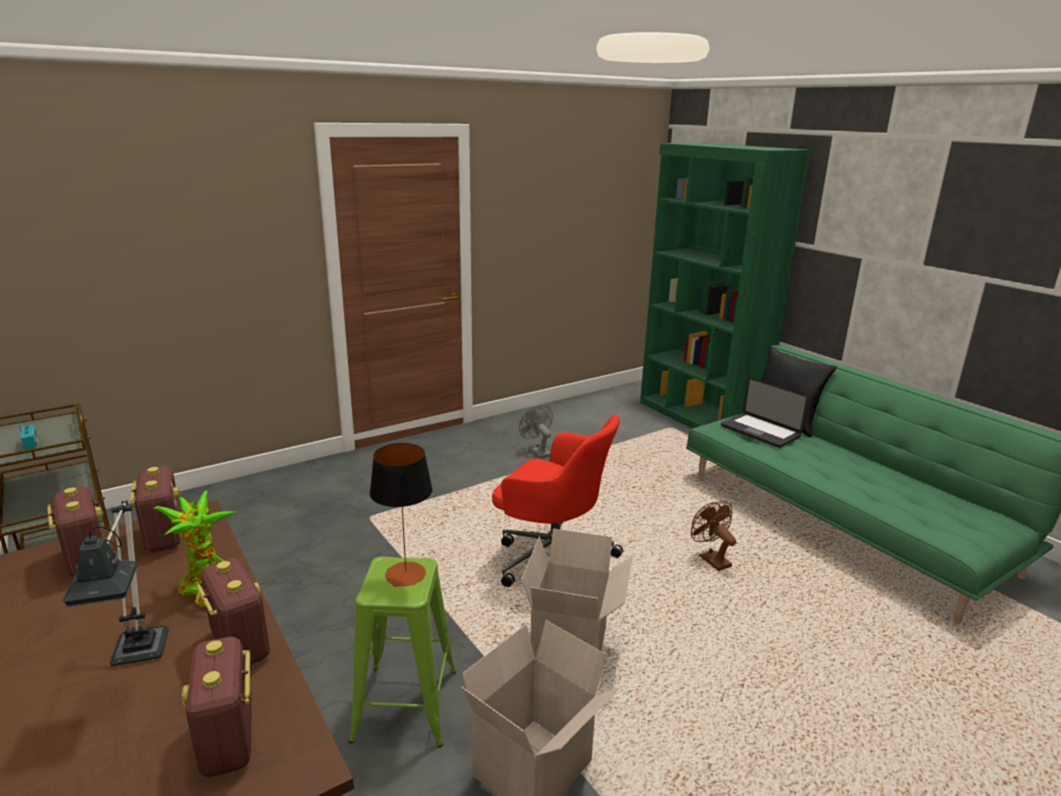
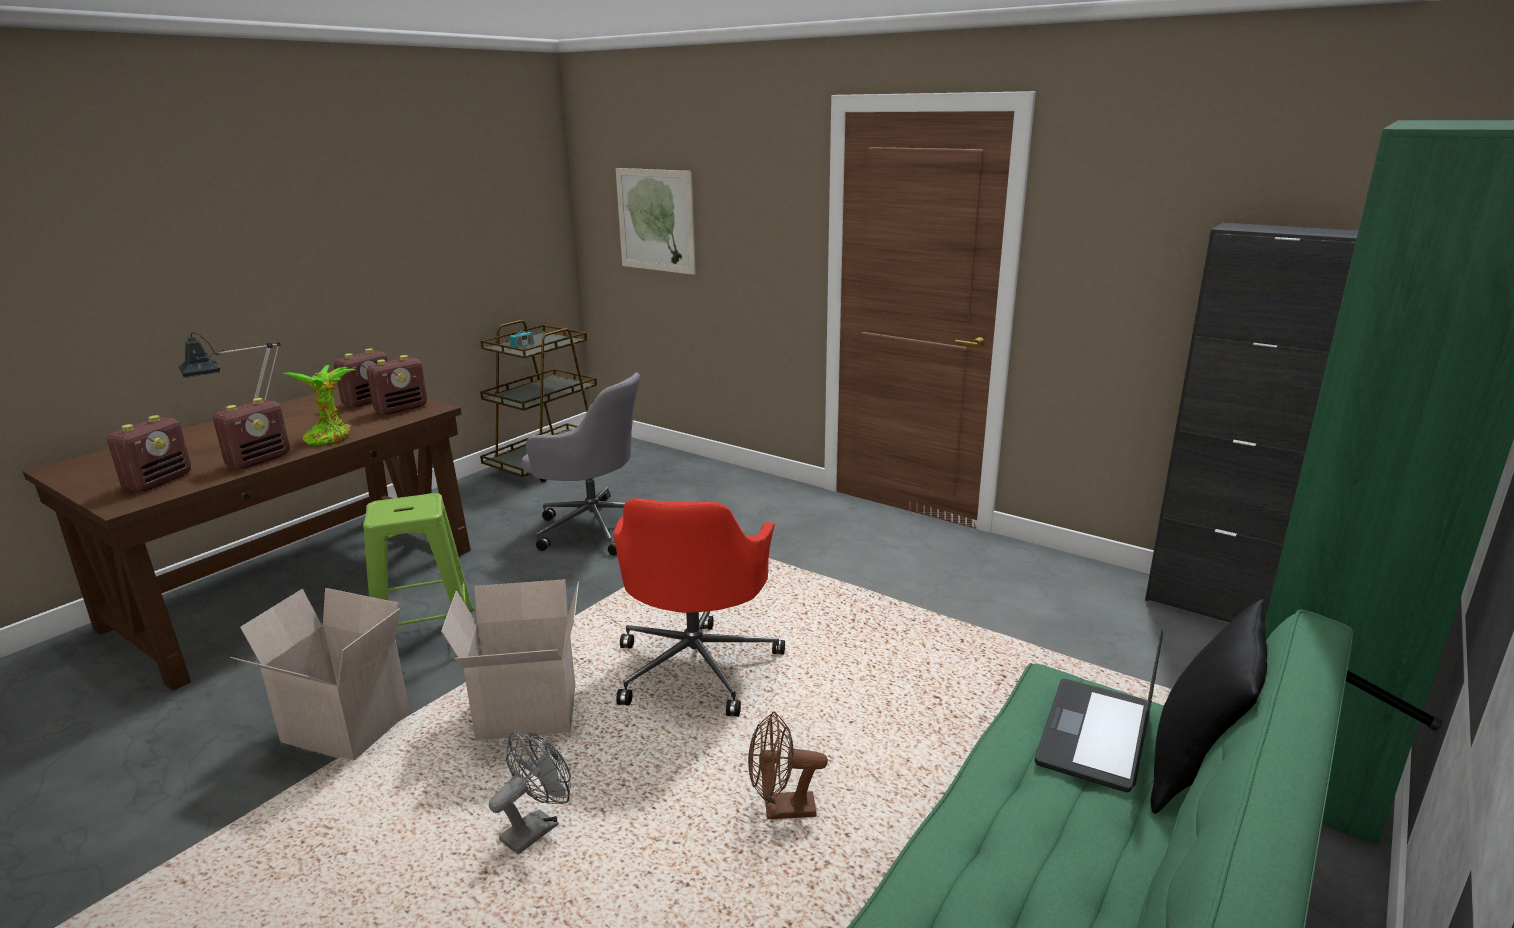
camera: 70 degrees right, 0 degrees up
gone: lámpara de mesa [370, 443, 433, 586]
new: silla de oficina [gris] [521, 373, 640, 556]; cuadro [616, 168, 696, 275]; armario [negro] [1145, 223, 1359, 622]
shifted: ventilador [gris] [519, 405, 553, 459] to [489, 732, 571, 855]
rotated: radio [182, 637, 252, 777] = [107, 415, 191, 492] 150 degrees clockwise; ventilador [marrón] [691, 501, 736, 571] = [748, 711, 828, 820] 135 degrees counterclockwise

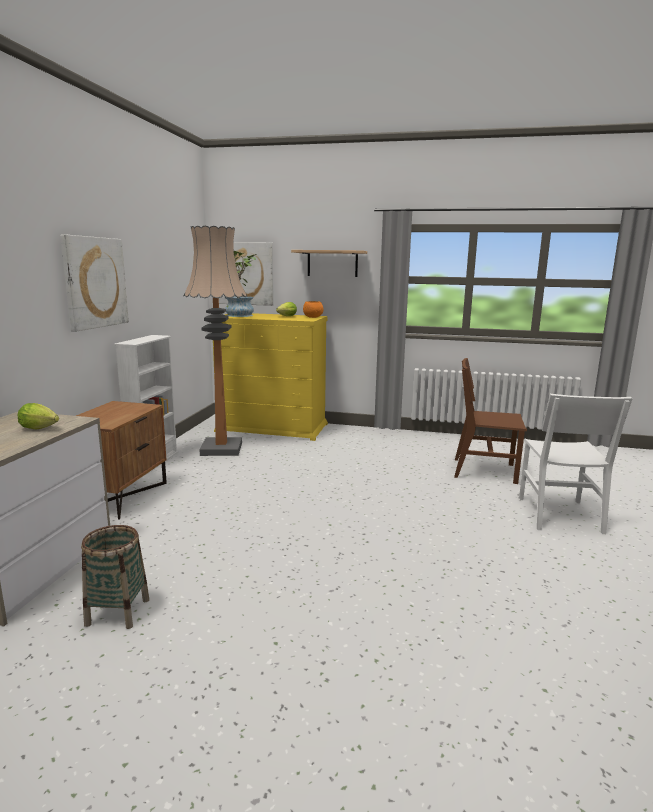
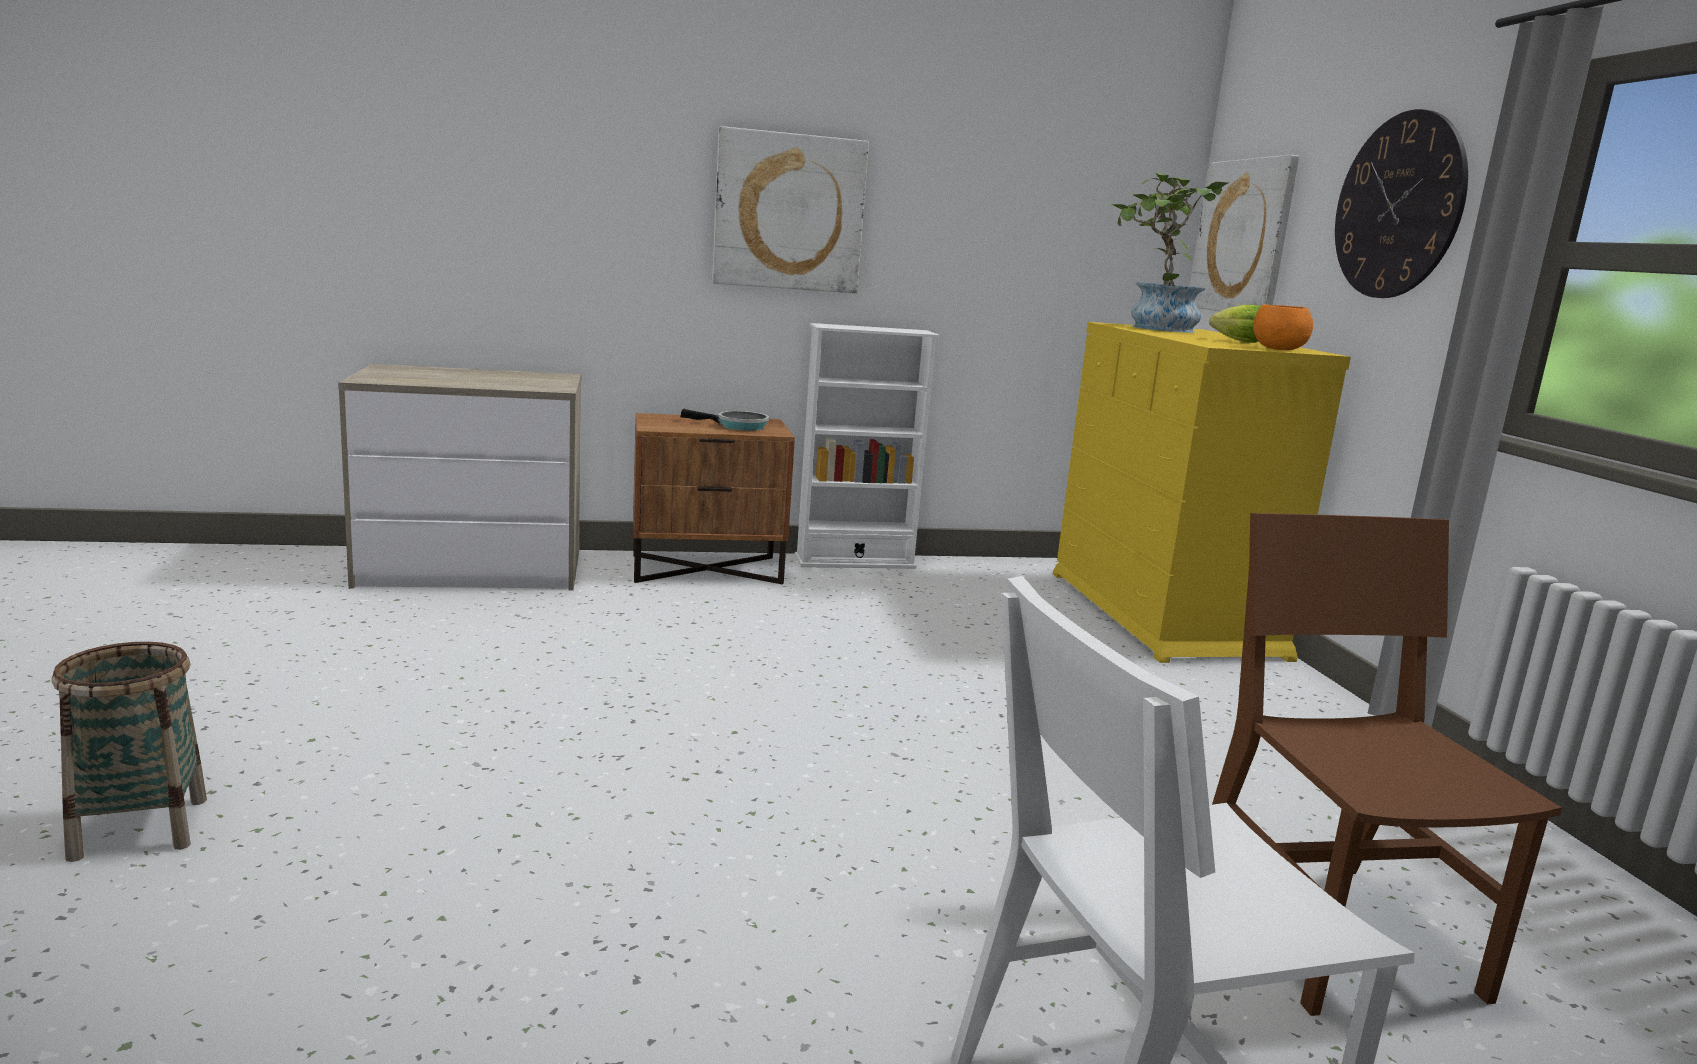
camera: 65 degrees right, 0 degrees up
gone: lechuga [18, 403, 59, 430]; lámpara de pie [184, 226, 247, 456]
new: sartén [681, 409, 769, 431]
shifted: cesta [81, 525, 149, 629] to [52, 642, 207, 862]
swapped: estante [291, 250, 367, 277] to reloj de pared [1335, 109, 1468, 298]

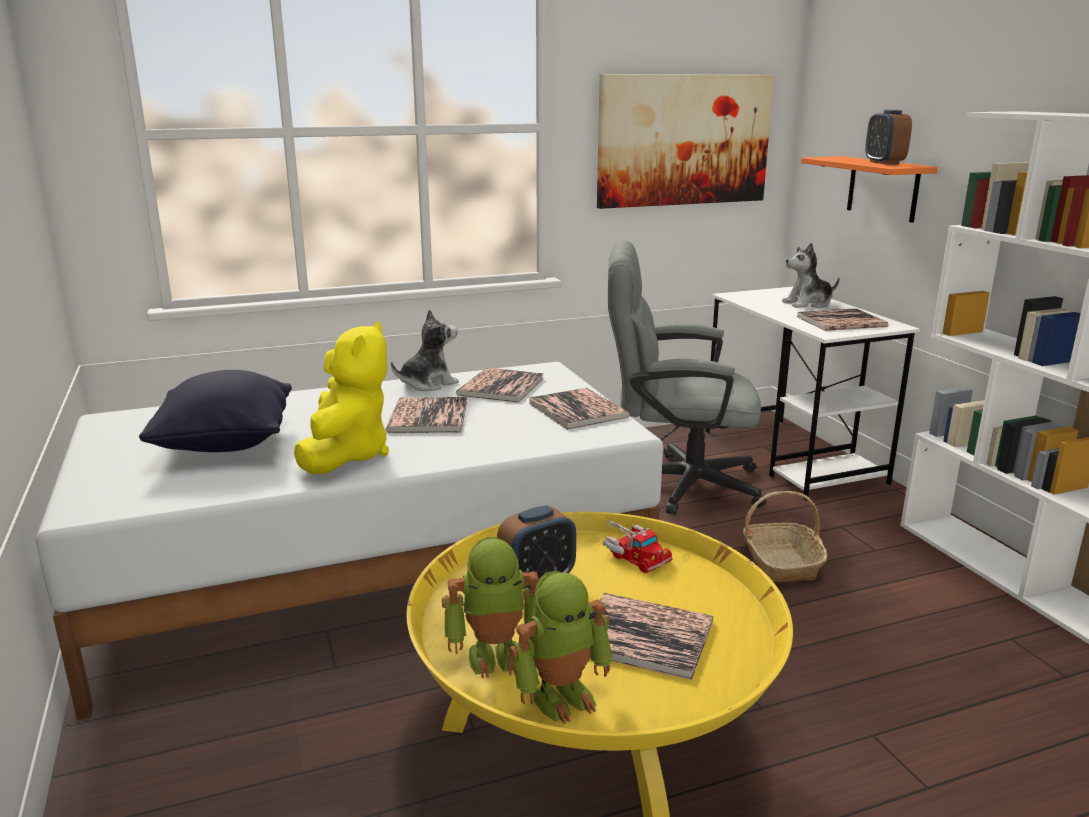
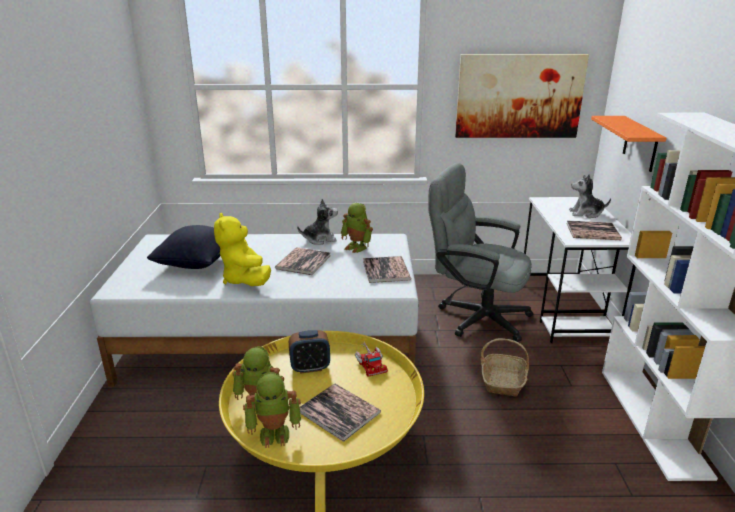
camera: 20 degrees right, 5 degrees up
gone: despertador [865, 110, 912, 164]
swapped: libro [456, 368, 544, 403] to robot de juguete [341, 203, 373, 253]
rotated: peluche [amarillo] [294, 321, 389, 474] = [214, 213, 271, 286] 135 degrees clockwise

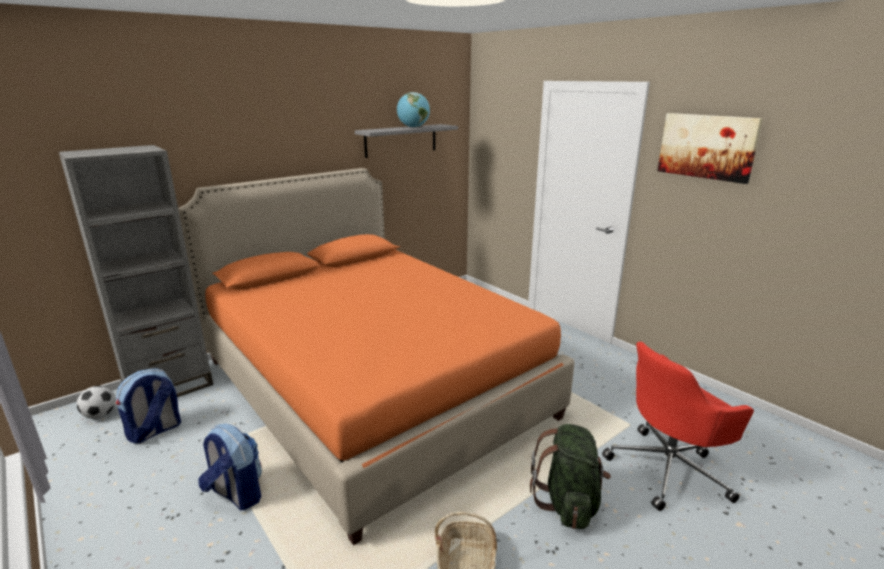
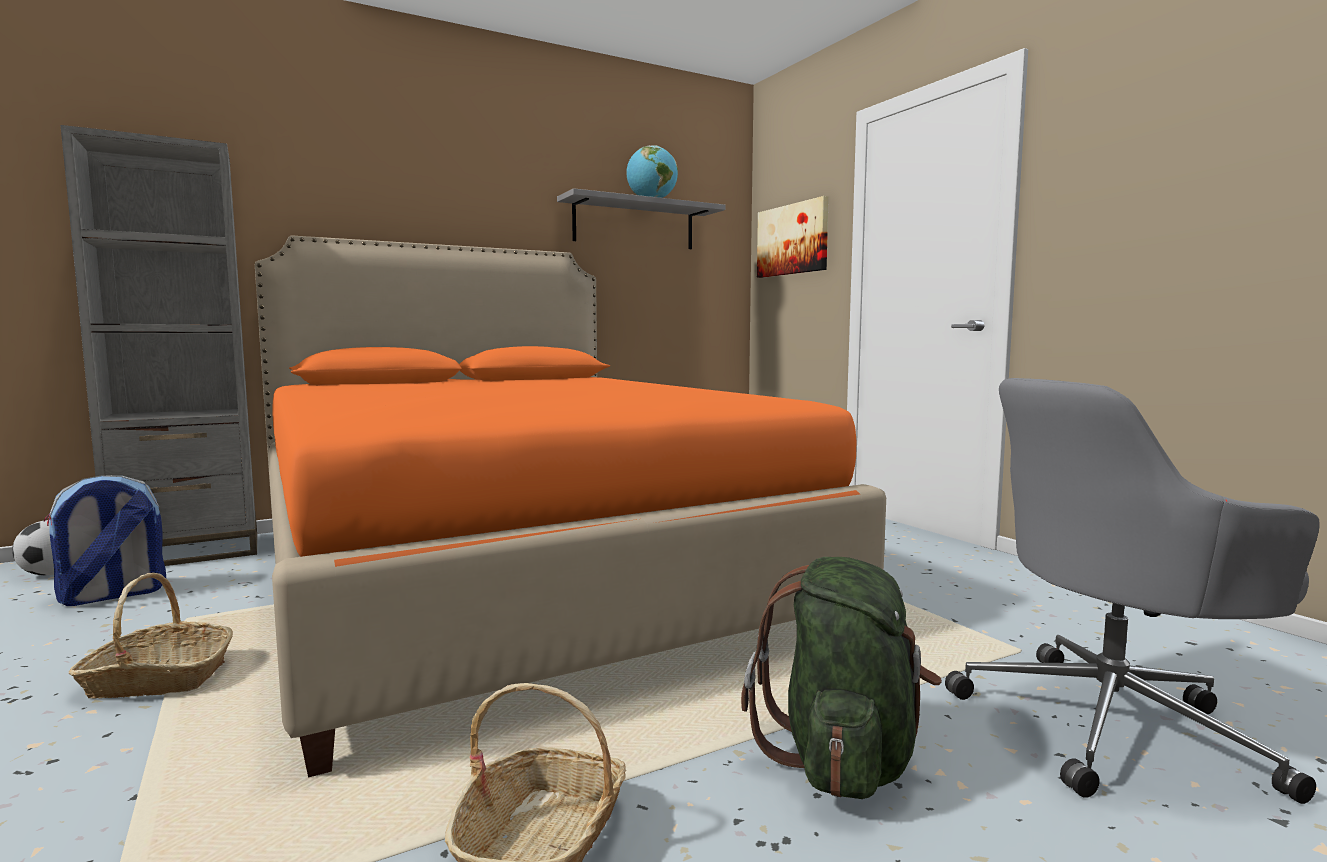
camera: 10 degrees right, 15 degrees down
shifted: cuadro [657, 113, 763, 184] to [757, 196, 829, 278]
swapped: mochila [198, 424, 262, 510] to cesta [69, 573, 233, 698]
repainted: silla de oficina [rojo] [602, 342, 754, 511] to silla de oficina [gris] [945, 378, 1319, 804]

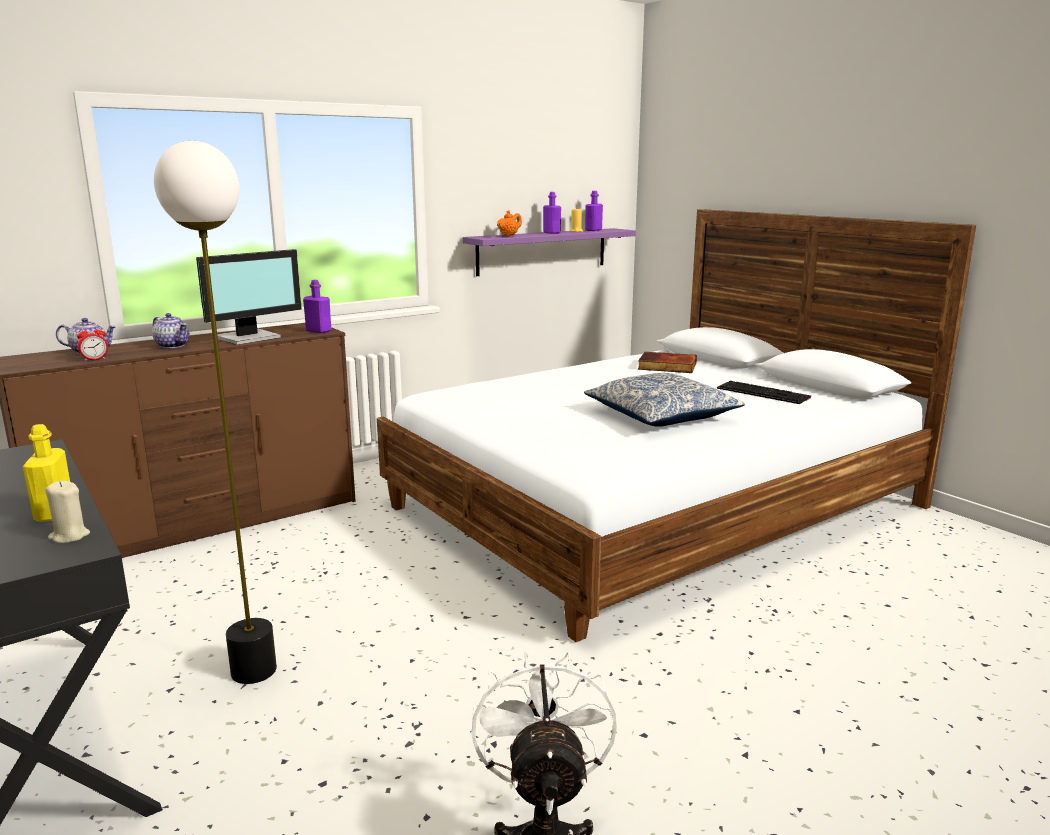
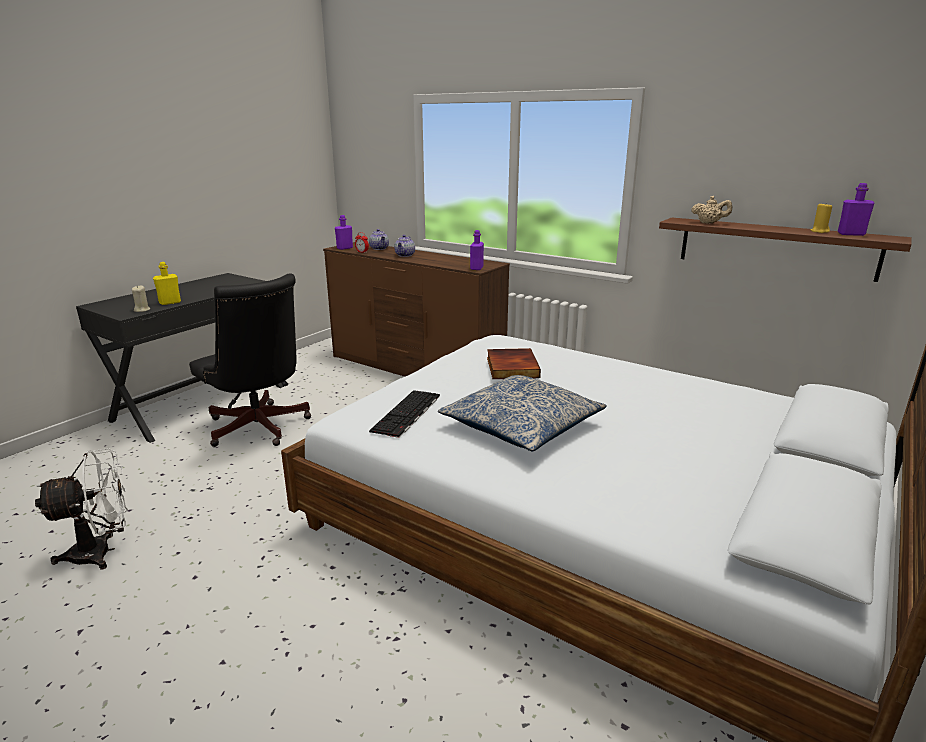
camera: 70 degrees right, 5 degrees up
gone: monitor [196, 249, 302, 345]
shifted: botella [morado] [543, 192, 561, 234] to [335, 215, 353, 250]; libro [638, 352, 697, 373] to [487, 348, 541, 379]; teclado [717, 381, 811, 404] to [369, 390, 440, 438]
swapped: lámpara de pie [154, 141, 277, 684] to silla de oficina [negro] [189, 273, 311, 447]
repainted: estante [morado] [463, 228, 636, 276] to estante [marrón] [659, 218, 912, 282]; tetera [naranja] [497, 210, 522, 236] to tetera [beis] [691, 196, 732, 223]

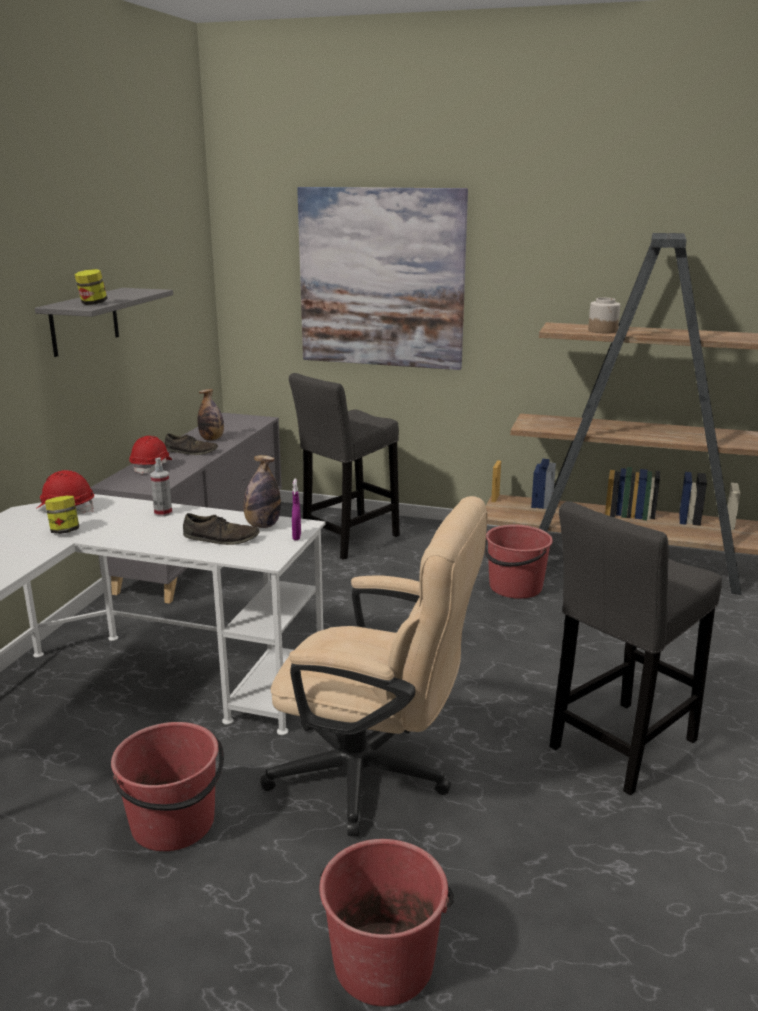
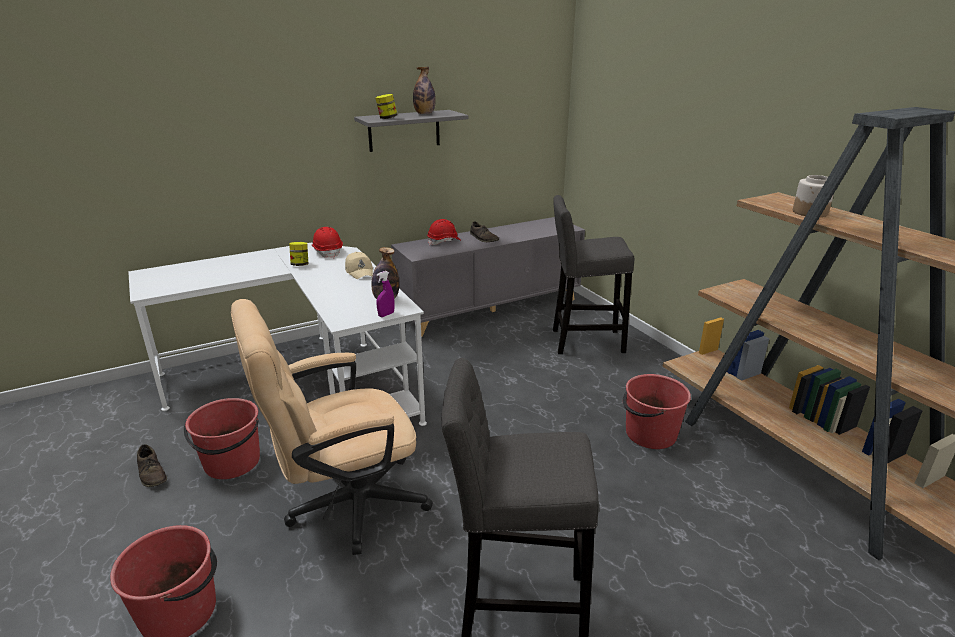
camera: 45 degrees right, 5 degrees up
gone: cuadro [297, 187, 468, 370]
shifted: zapato [marrón] [183, 513, 260, 545] to [137, 444, 167, 487]; botella [197, 389, 224, 440] to [413, 67, 436, 114]
swapped: pulverizador [150, 457, 172, 517] to gorra [beis] [345, 252, 373, 279]
rotated: silla de oficina [beis] [260, 496, 487, 836] = [231, 299, 433, 555] 90 degrees clockwise

